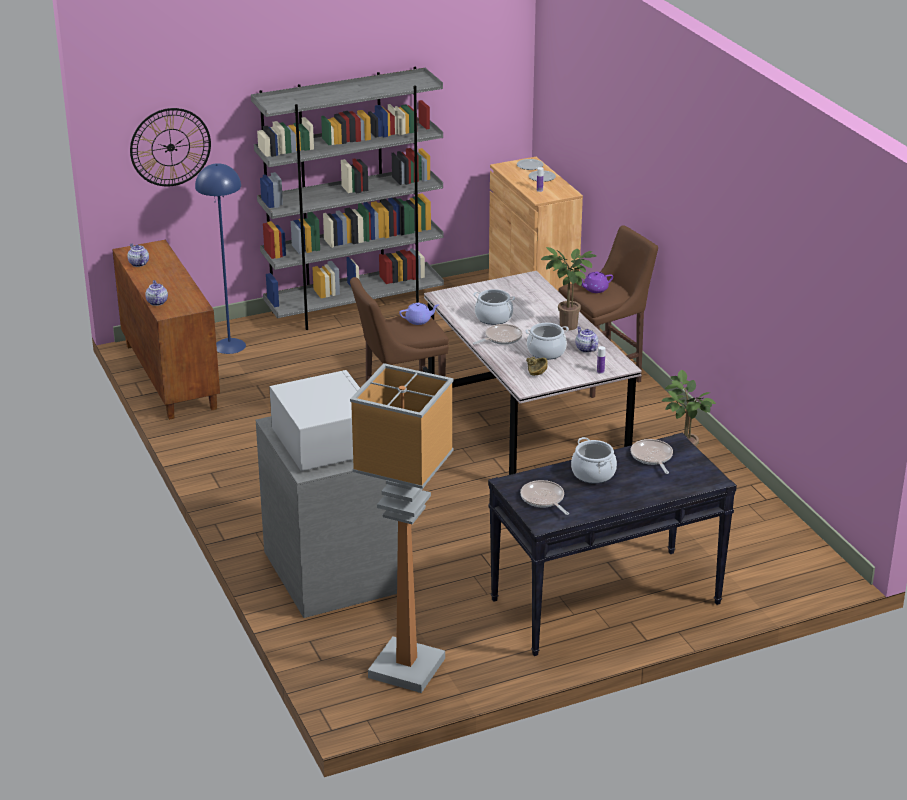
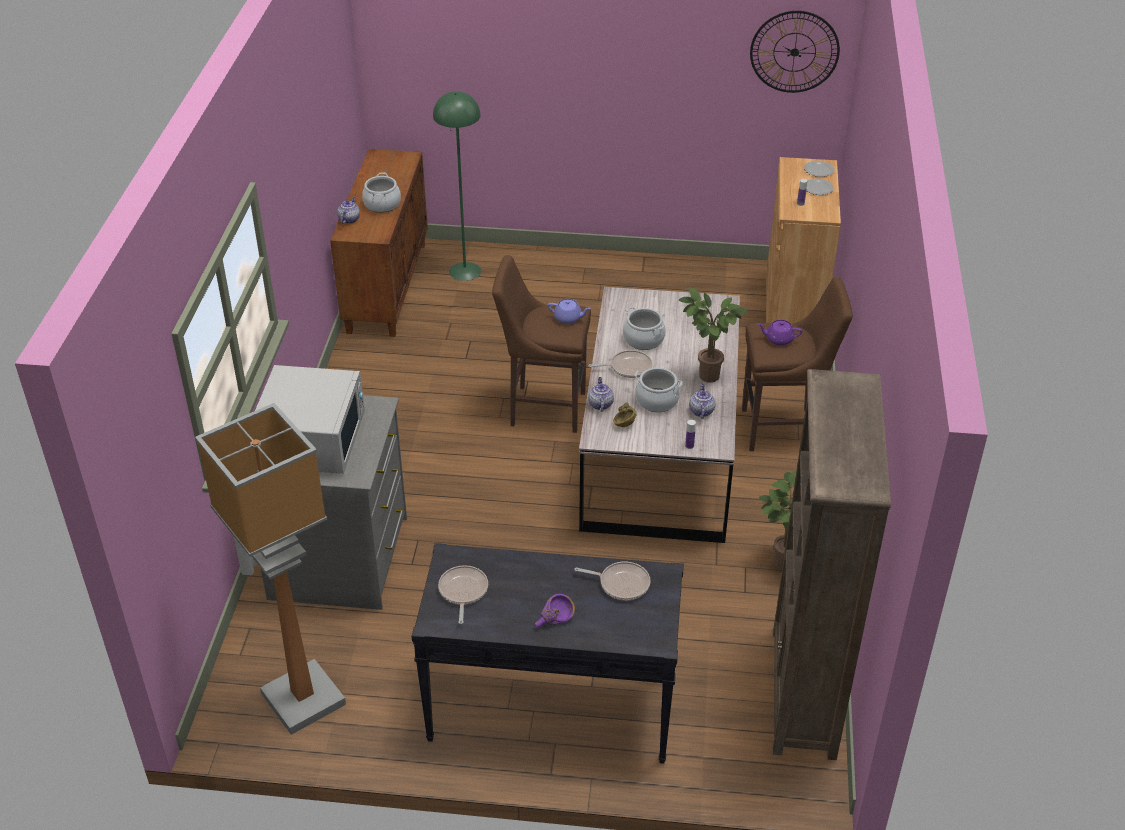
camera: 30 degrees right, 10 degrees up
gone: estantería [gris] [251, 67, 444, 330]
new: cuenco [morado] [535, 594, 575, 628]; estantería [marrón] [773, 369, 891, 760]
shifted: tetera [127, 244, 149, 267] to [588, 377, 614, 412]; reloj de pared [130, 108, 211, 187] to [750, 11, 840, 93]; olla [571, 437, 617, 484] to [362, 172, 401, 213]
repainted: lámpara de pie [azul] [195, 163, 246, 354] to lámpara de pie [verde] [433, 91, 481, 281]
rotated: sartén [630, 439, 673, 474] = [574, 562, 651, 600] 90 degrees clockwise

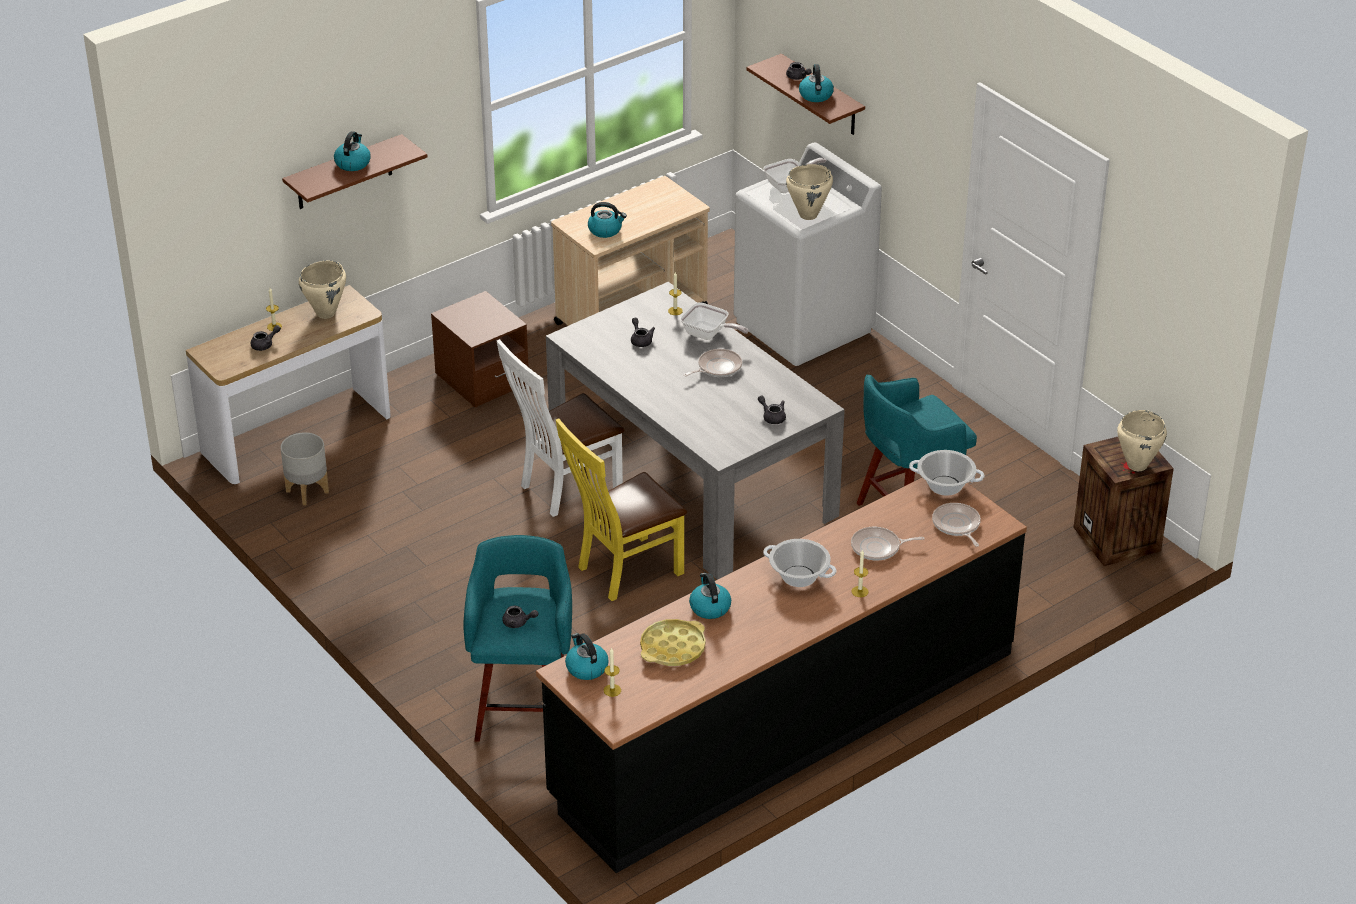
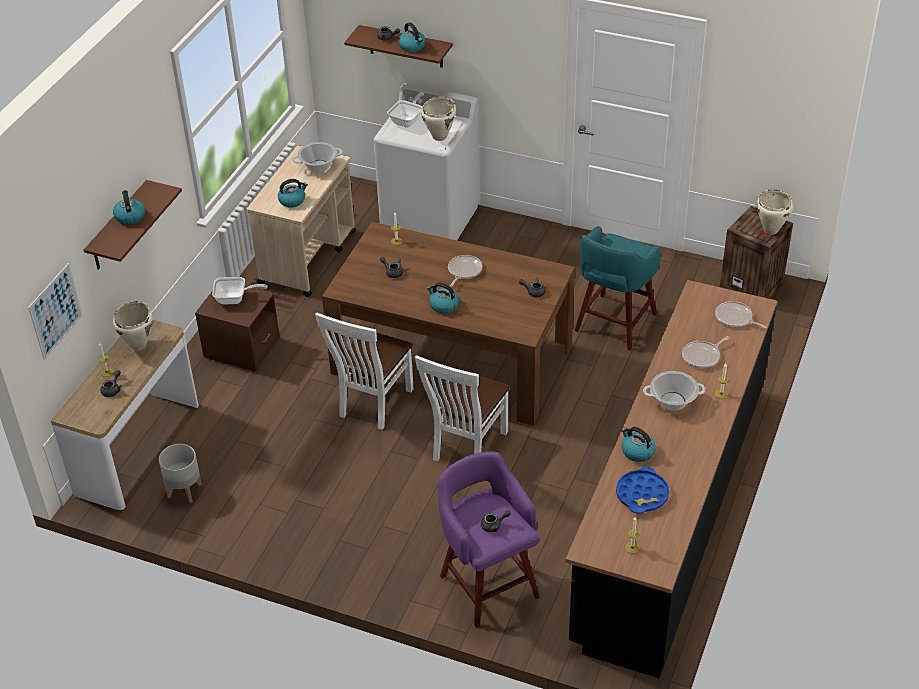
camera: 30 degrees left, 5 degrees up
new: cuadro [28, 263, 83, 360]
shifted: hervidor [565, 633, 609, 680] to [427, 283, 459, 314]; sartén [680, 303, 748, 340] to [212, 277, 268, 304]; olla [909, 450, 984, 496] to [292, 142, 343, 172]
repainted: taburete [turquesa] [464, 535, 572, 742] to taburete [morado] [438, 452, 540, 628]; mesa de comedor [gris] [546, 282, 845, 580] to mesa de comedor [marrón] [322, 222, 575, 426]; silla [amarillo] [556, 418, 687, 601] to silla [blanco] [415, 355, 510, 461]; bandeja [amarillo] [640, 619, 706, 666] to bandeja [azul] [616, 466, 669, 514]

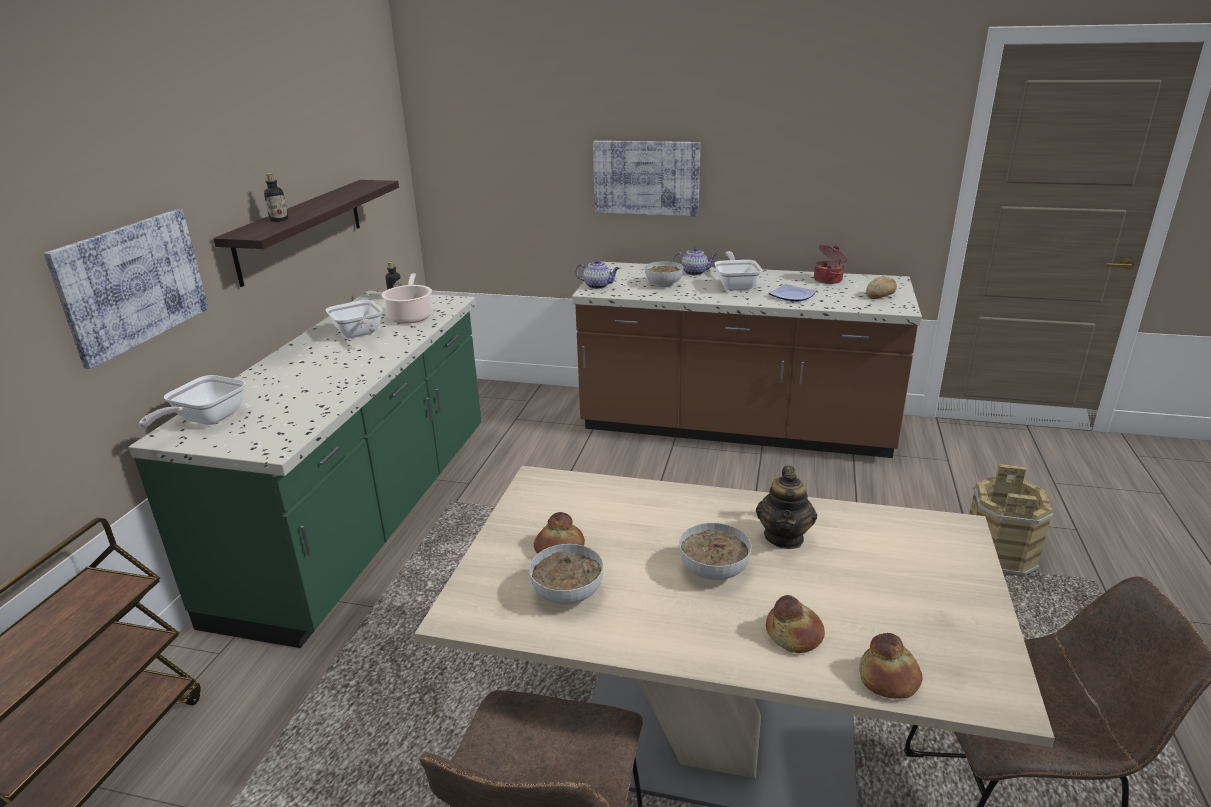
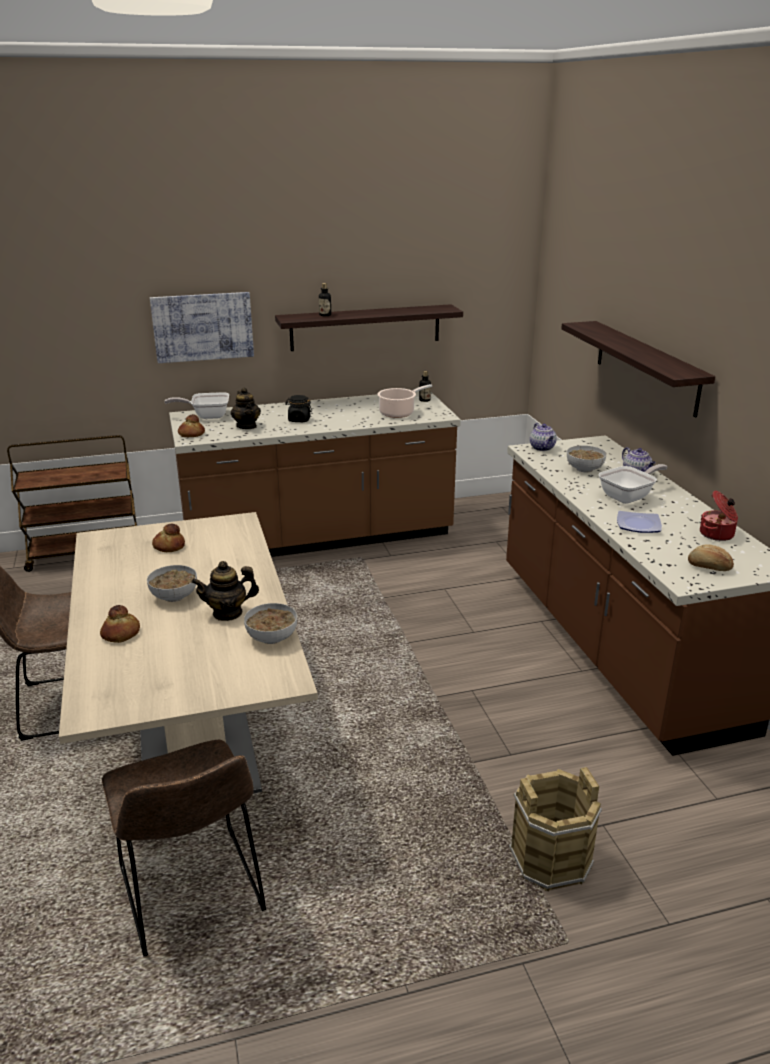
camera: 60 degrees right, 0 degrees up
gone: sartén [326, 300, 383, 338]
new: tetera [231, 387, 261, 429]; tarro [negro] [285, 395, 312, 422]
shifted: cuenco [529, 544, 603, 605] to [244, 603, 297, 644]; pan [859, 633, 922, 699] to [178, 414, 205, 437]
swapped: cuadro [593, 141, 700, 216] to estante [561, 321, 715, 418]
repainted: mueble bajo de cocina [verde] [129, 291, 481, 648] to mueble bajo de cocina [marrón] [169, 391, 461, 557]

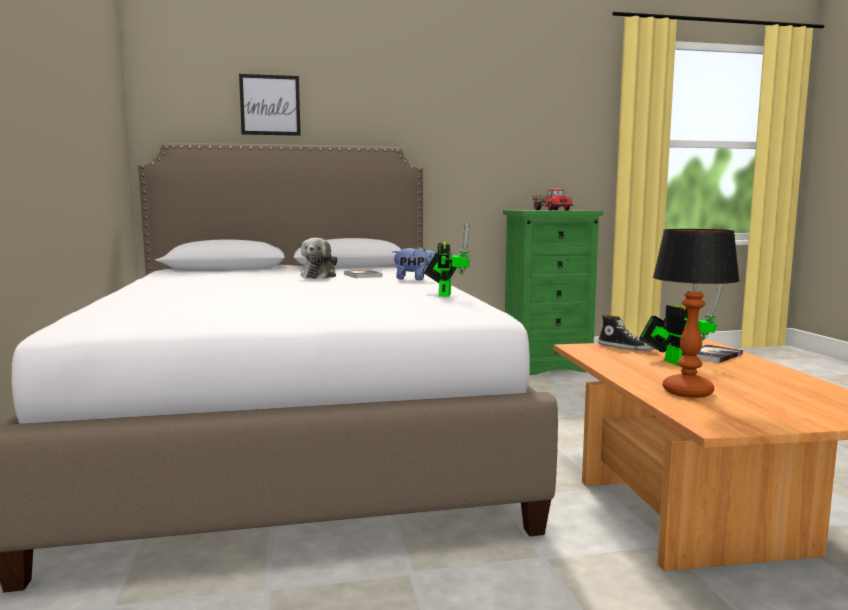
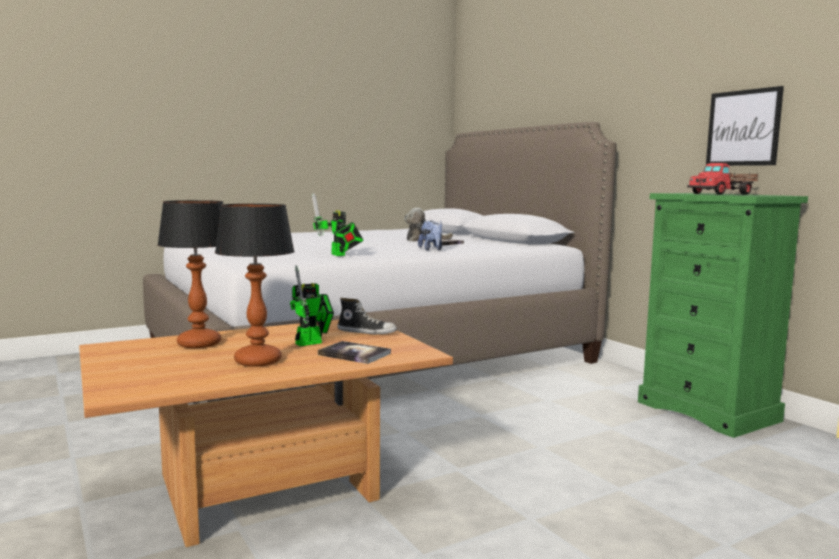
camera: 70 degrees right, 0 degrees up
new: lámpara de mesa [215, 204, 295, 367]
shifted: cuadro [239, 74, 301, 136] to [706, 86, 784, 166]
rotated: robot de juguete [424, 222, 471, 297] = [312, 193, 363, 256] 75 degrees clockwise; zapato [598, 314, 655, 351] = [337, 298, 397, 334] 90 degrees counterclockwise

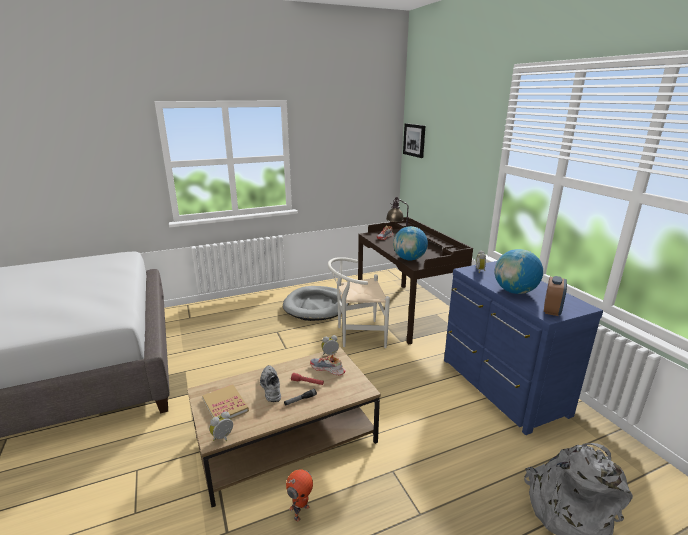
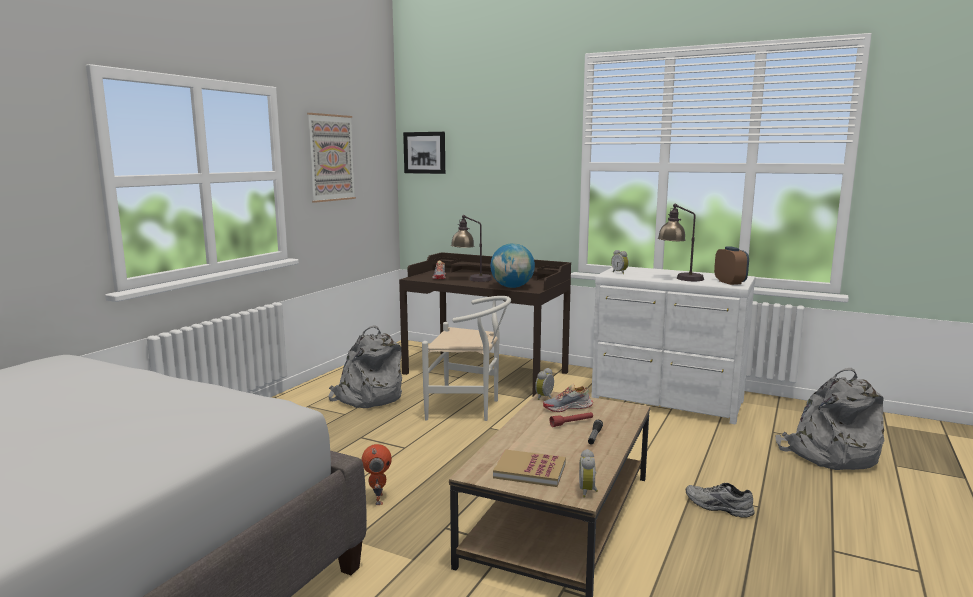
camera: 40 degrees left, 10 degrees down
new: cuadro [307, 113, 356, 203]
shifted: zapato [gris] [260, 365, 281, 402] to [686, 483, 755, 518]; robot de juguete [286, 469, 313, 521] to [361, 444, 392, 505]
swapped: cama para perro [gris] [283, 286, 349, 321] to mochila [gris] [328, 325, 402, 408]; globo terráqueo [495, 249, 543, 294] to lámpara de mesa [658, 203, 704, 281]
repainted: cómoda [azul] [444, 261, 603, 435] to cómoda [blanco] [591, 267, 756, 425]
rotated: silla [blanco] [328, 257, 390, 348] = [422, 296, 511, 421] 120 degrees counterclockwise

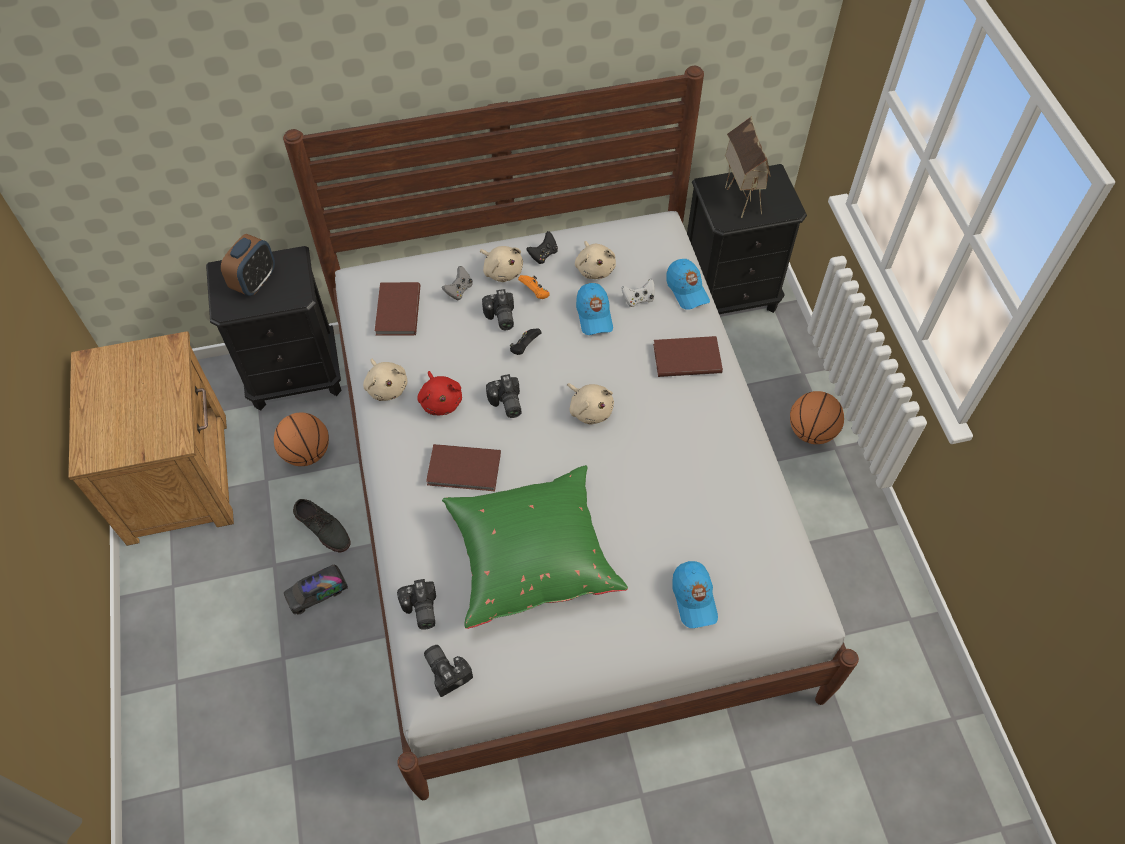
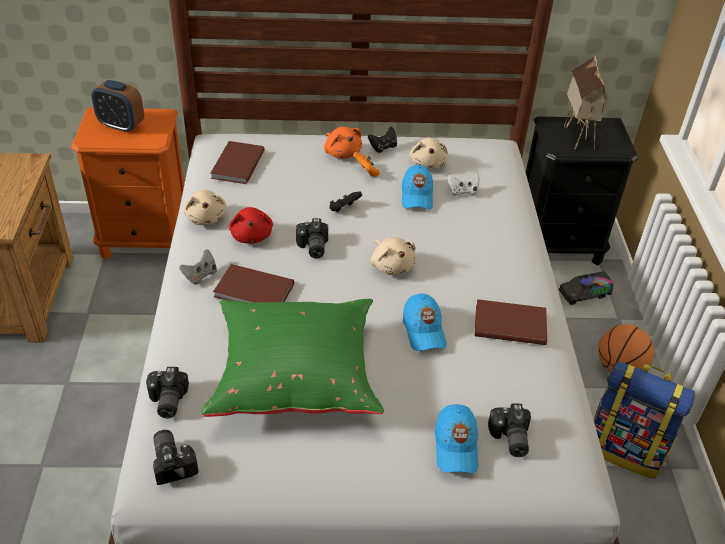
camera: 10 degrees right, 15 degrees down
gone: balón de baloncesto [274, 412, 329, 466]; zapato [gris] [293, 499, 350, 552]
new: mochila [593, 361, 695, 479]
shifted: camión de juguete [284, 564, 348, 614] to [559, 271, 613, 305]; mando de consola [gris] [442, 266, 473, 300] to [179, 249, 217, 285]; cámara [482, 289, 514, 330] to [488, 403, 531, 457]; libro [marrón] [653, 336, 723, 377] to [475, 299, 547, 345]; gorra [azul] [666, 259, 710, 310] to [403, 293, 447, 351]
repainted: mesita de noche [negro] [206, 246, 342, 411] to mesita de noche [naranja] [71, 107, 184, 259]; peluche [beis] [480, 246, 523, 282] to peluche [naranja] [324, 127, 362, 159]
rotated: despertador [221, 234, 275, 296] = [91, 80, 144, 133] 75 degrees clockwise

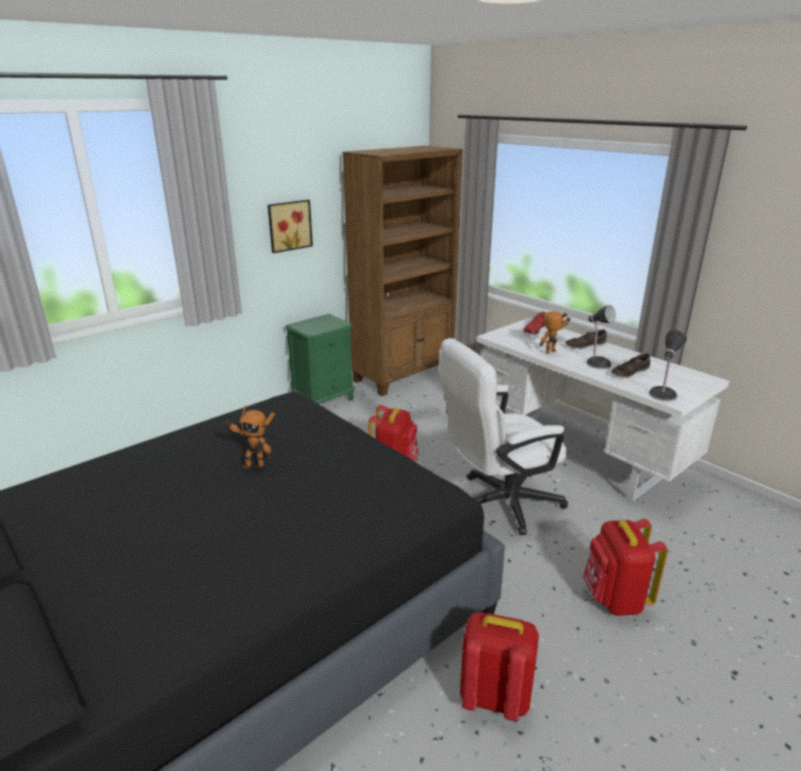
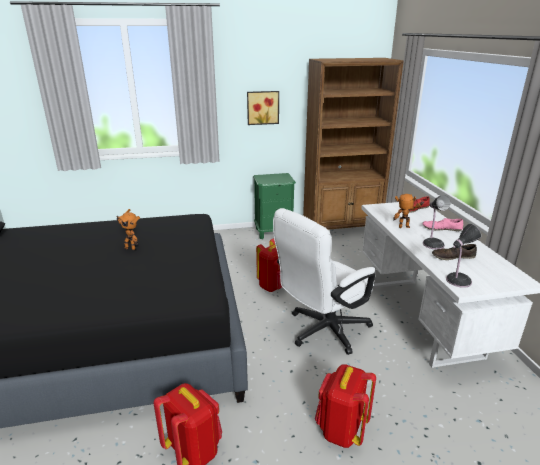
camera: 30 degrees right, 0 degrees up
repainted: zapato [marrón] [565, 330, 606, 349] to zapato [rosa] [422, 217, 463, 231]
rotated: silla de oficina [blanco] [439, 338, 568, 535] = [273, 208, 375, 355] 45 degrees counterclockwise

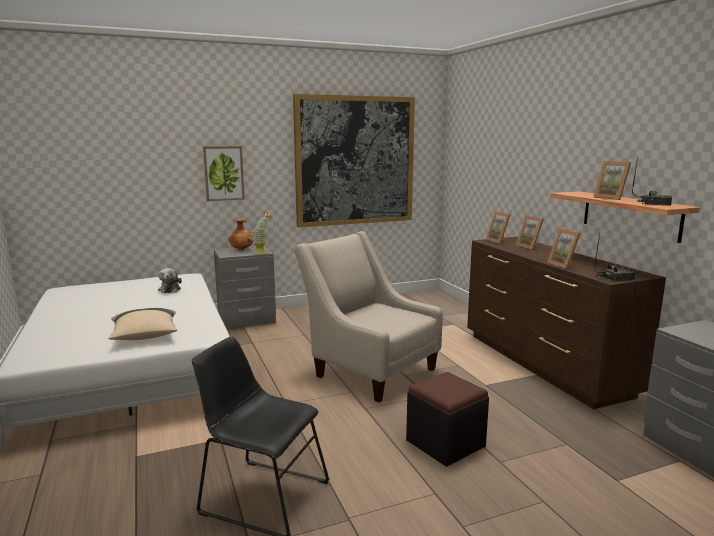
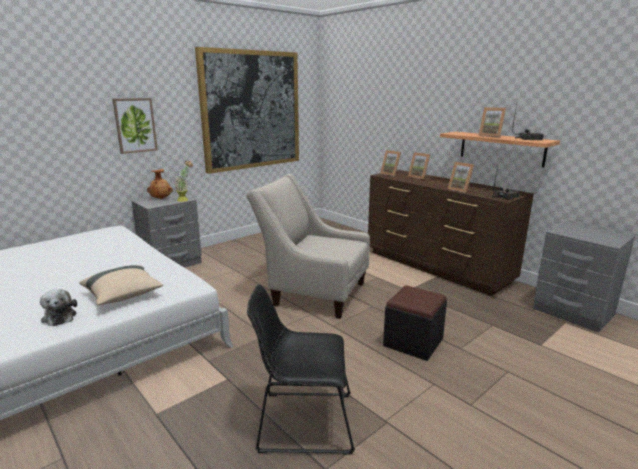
camera: 20 degrees left, 5 degrees up
shifted: peluche [158, 268, 182, 293] to [40, 289, 77, 326]

